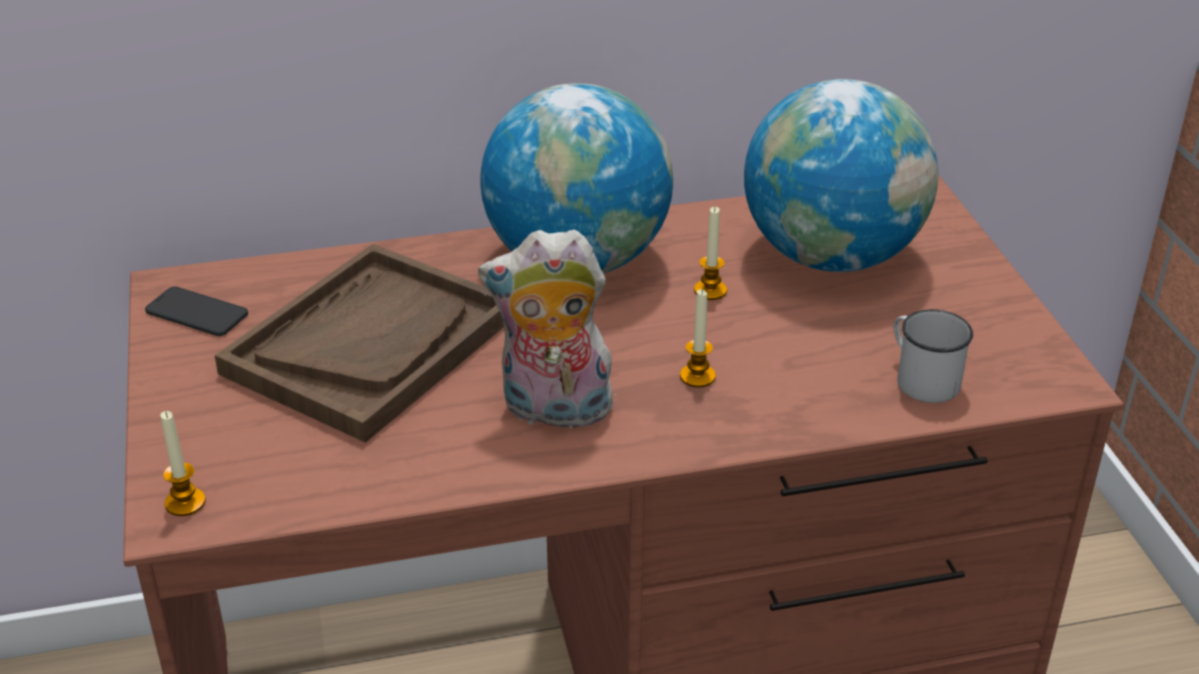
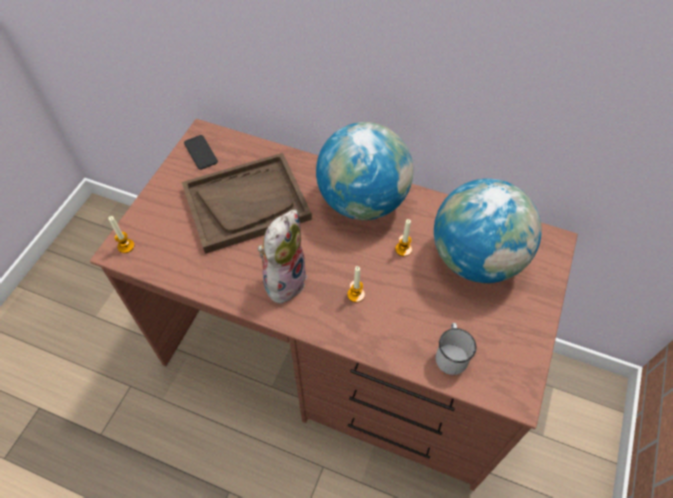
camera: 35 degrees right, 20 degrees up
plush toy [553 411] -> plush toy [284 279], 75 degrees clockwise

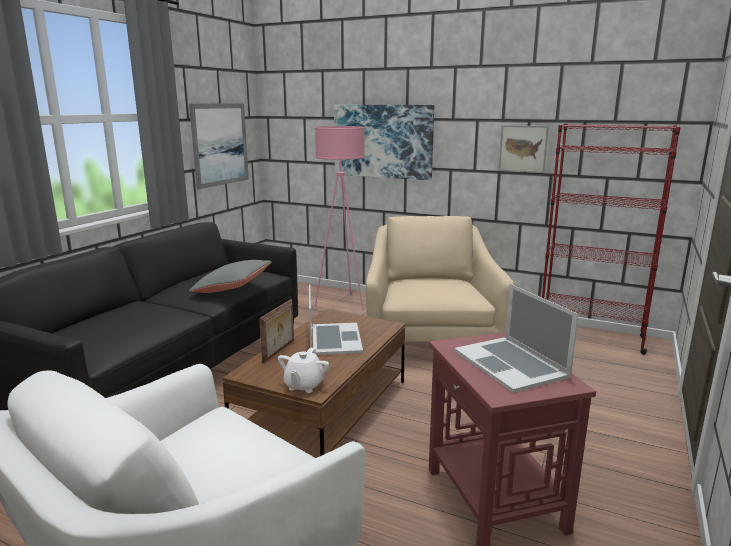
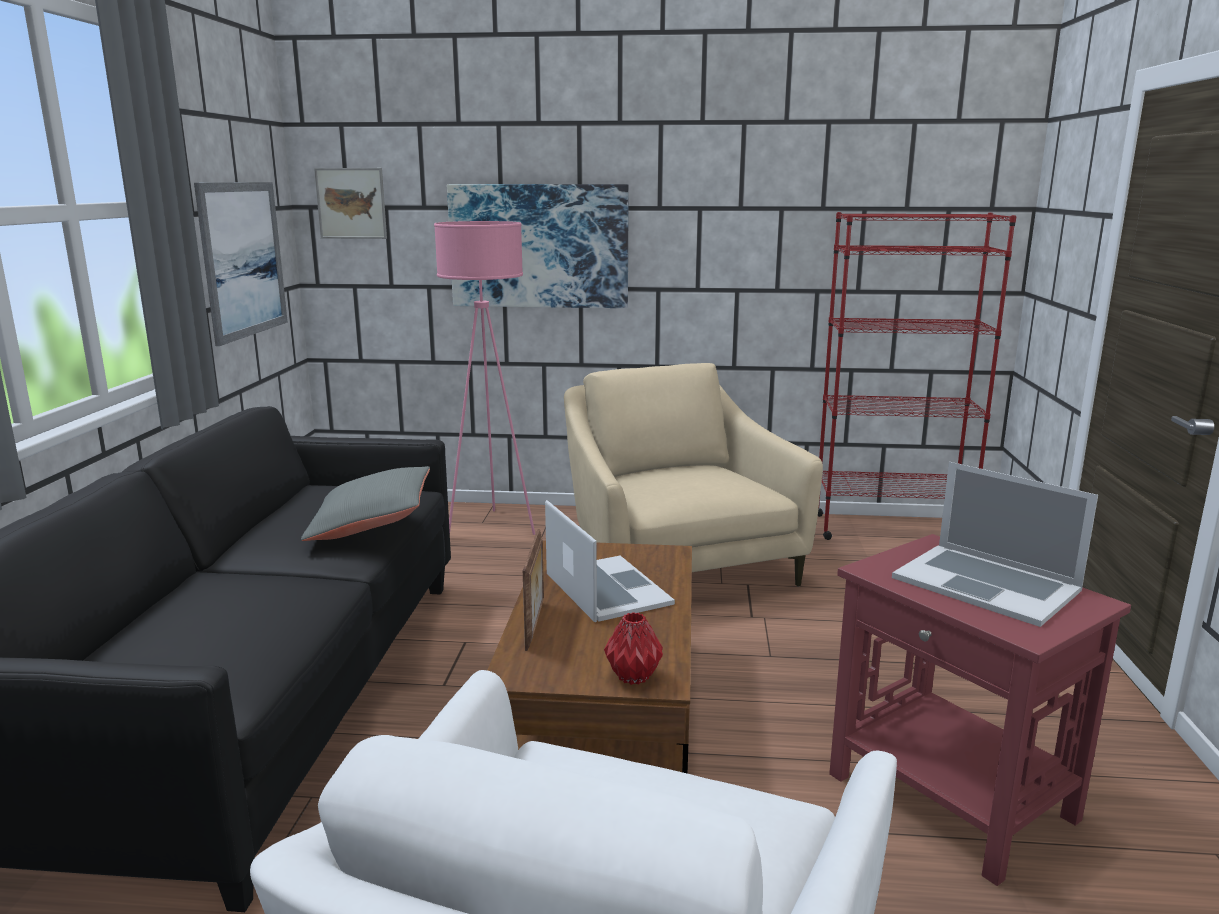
camera: 20 degrees left, 0 degrees up
wall art [523 148] -> wall art [351 203], shifted
white tea pot [303 385] -> reddish flower vase [633 676]

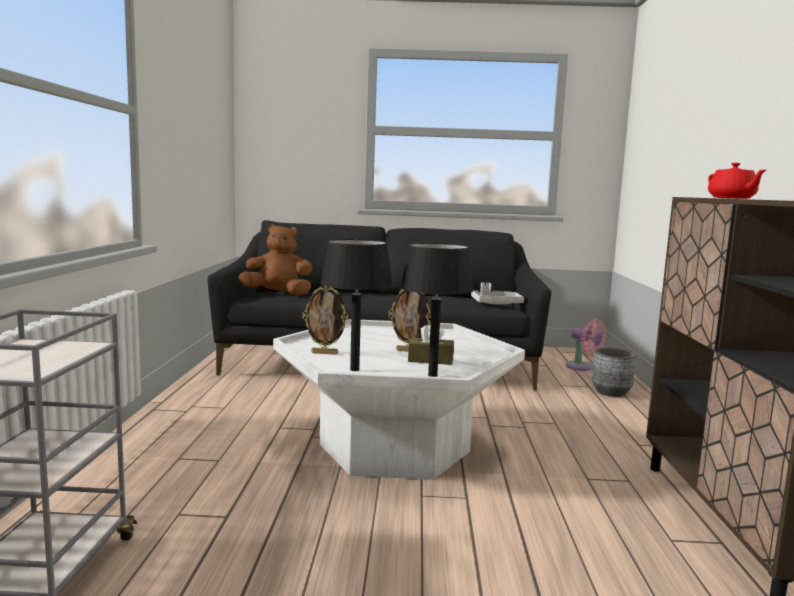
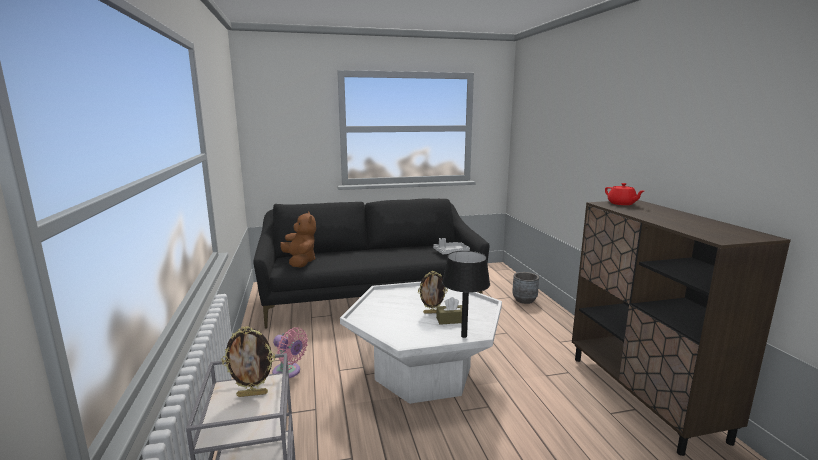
camera: 15 degrees left, 5 degrees up
black-coloured tabletop lamp [355 369] -> none
picture frame [325 353] -> picture frame [252 394], shifted
pink cooling fan [582 367] -> pink cooling fan [288 372], shifted
brownish plush toy [278 294] -> brownish plush toy [300 262], 75 degrees clockwise

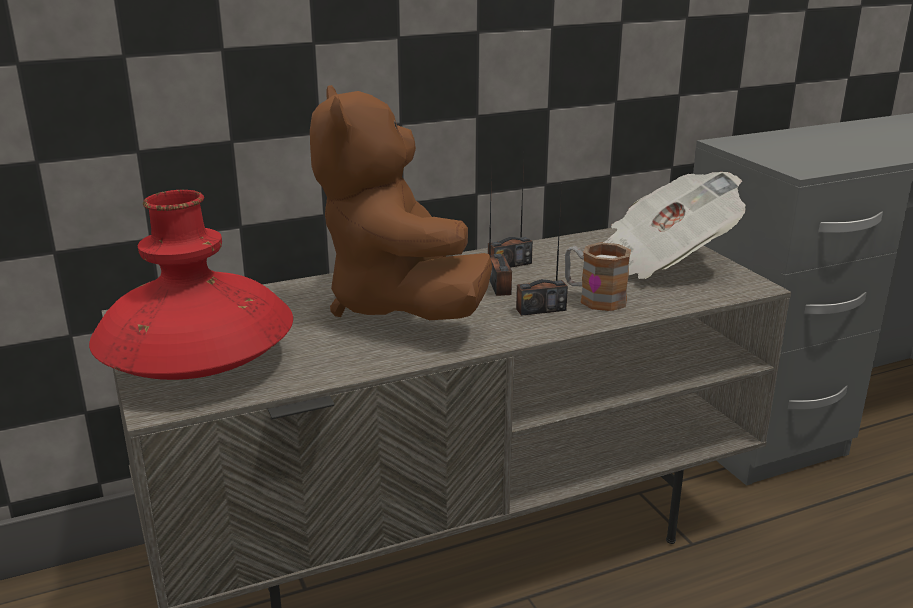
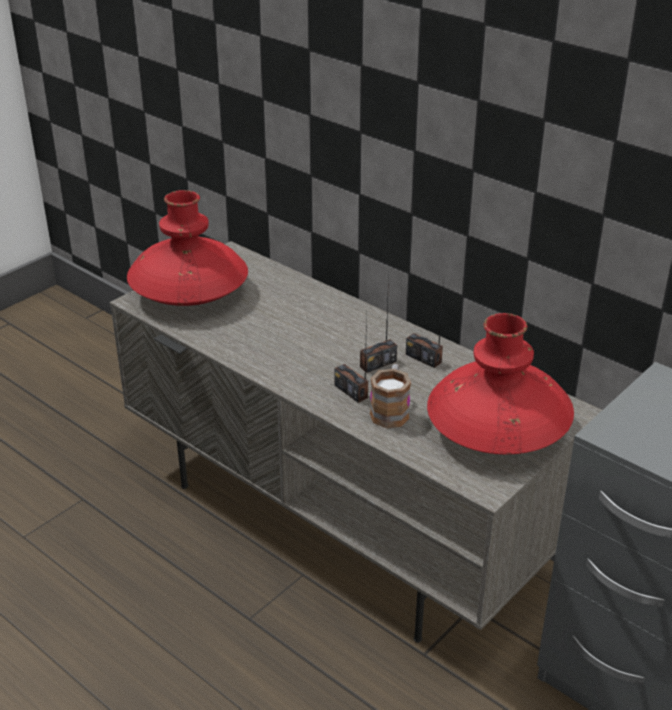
camera: 65 degrees right, 10 degrees up
brownish plush toy [398 305] -> none
printed paper [659 261] -> reddish flower vase [497 429]

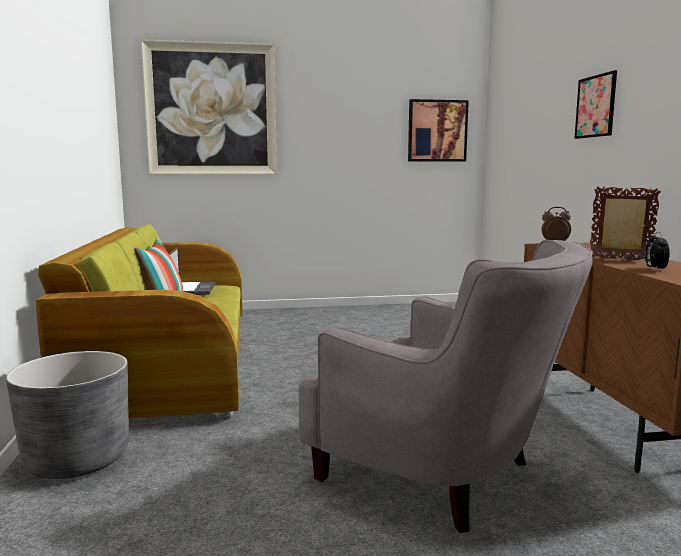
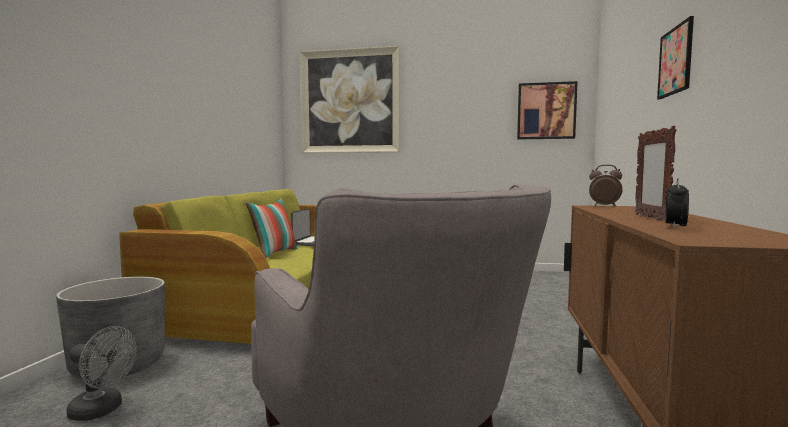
camera: 20 degrees right, 5 degrees down
none -> gray cooling fan [102 410]
picture frame [620 259] -> picture frame [651 218], 135 degrees counterclockwise

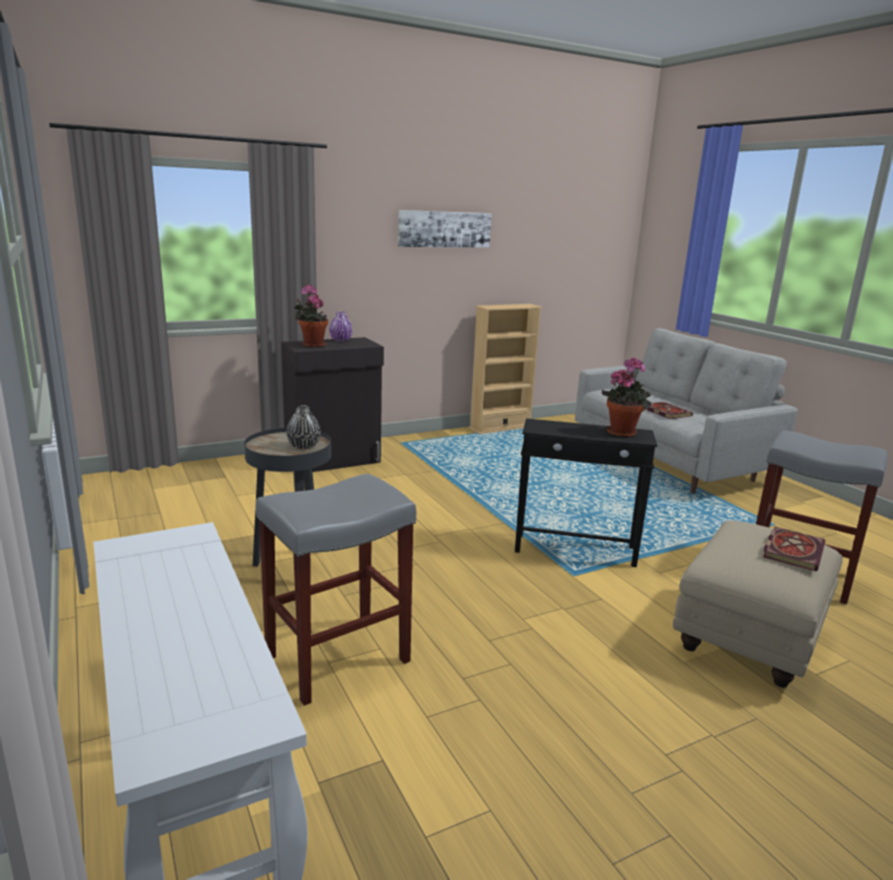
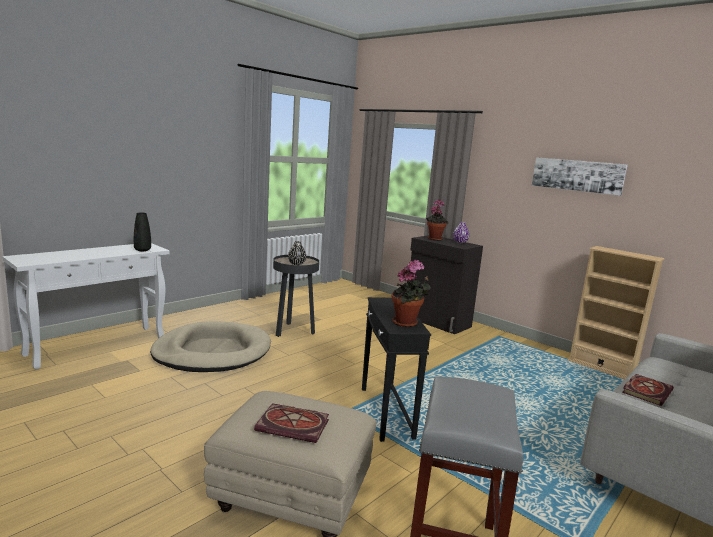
camera: 70 degrees right, 5 degrees down
none -> black-coloured flower vase [142 250]
gray stool [336 660] -> beige pet bed [212 352]

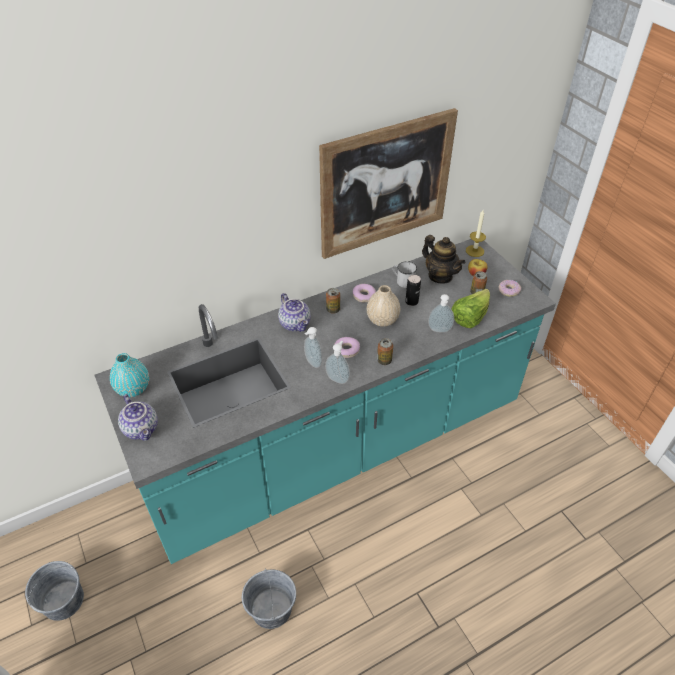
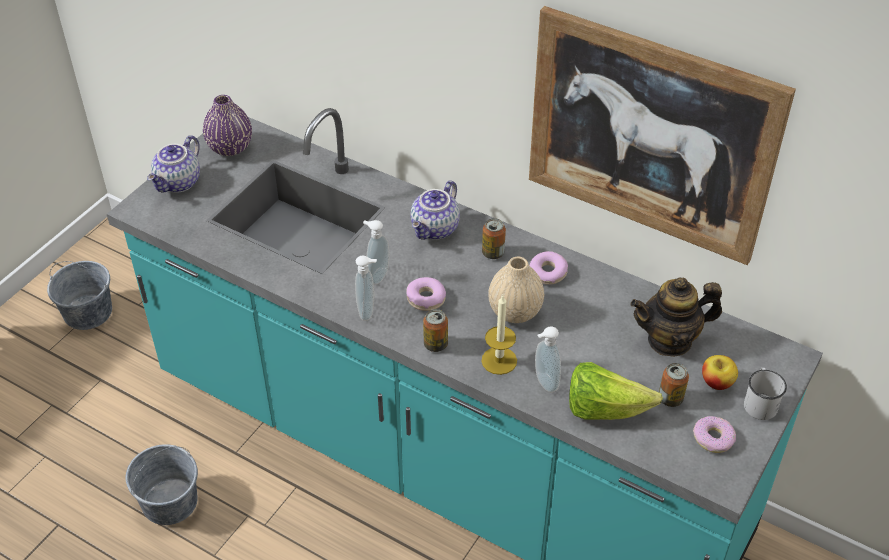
camera: 60 degrees right, 0 degrees up
can [411 301] -> none
white mug [403 281] -> white mug [760 402], shifted
wax light [475 251] -> wax light [499 360], shifted
blue-green flower vase [133 388] -> purplish flower vase [230 147]
tea pot [440 276] -> tea pot [670 340], 60 degrees clockwise

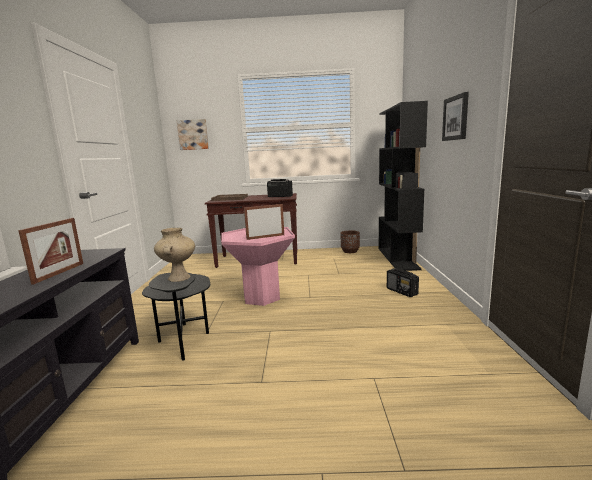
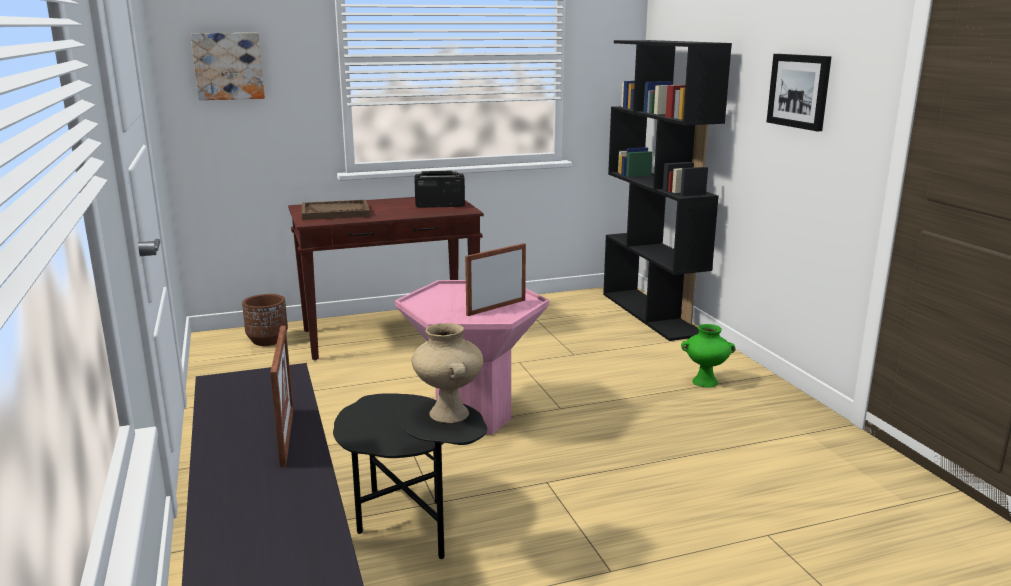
camera: 20 degrees left, 5 degrees up
brownish plant pot [350 251] -> brownish plant pot [267 340], shifted
radio receiver [402 291] -> green flower vase [705 382]

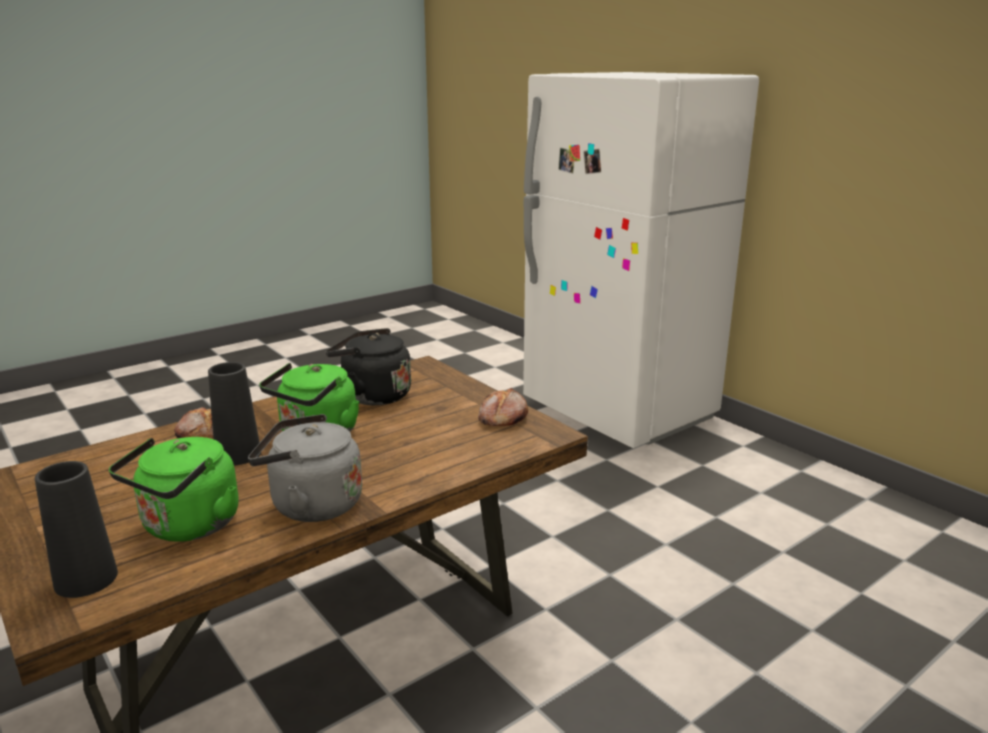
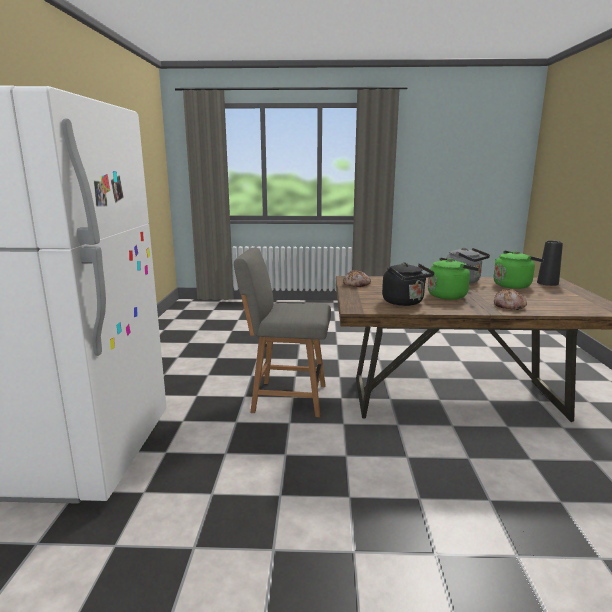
camera: 140 degrees left, 5 degrees down
black-coloured flower vase [238 454] -> none
none -> gray plain chair [286 398]

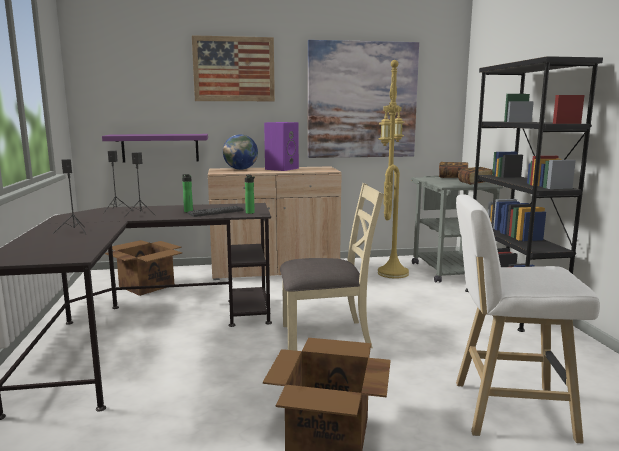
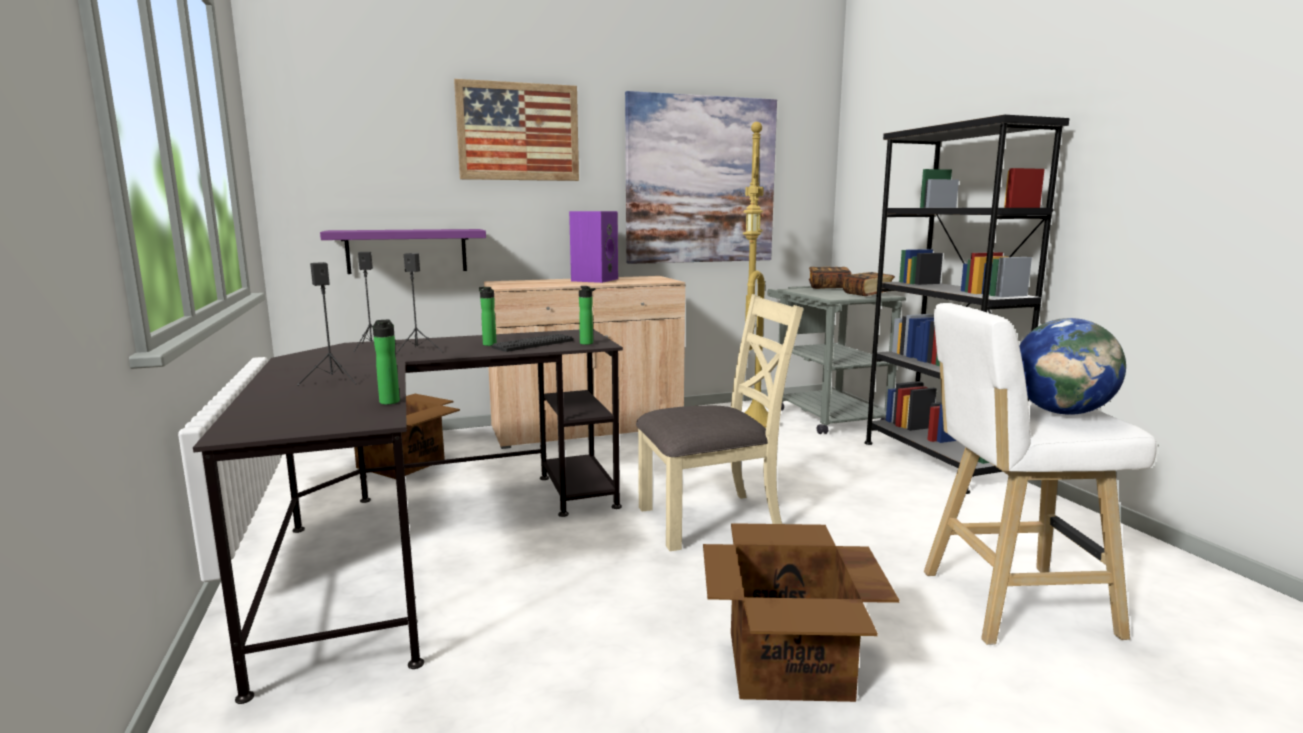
camera: 10 degrees left, 0 degrees up
none -> drink bottle [389 401]
desk globe [241 169] -> desk globe [1062 412], shifted

